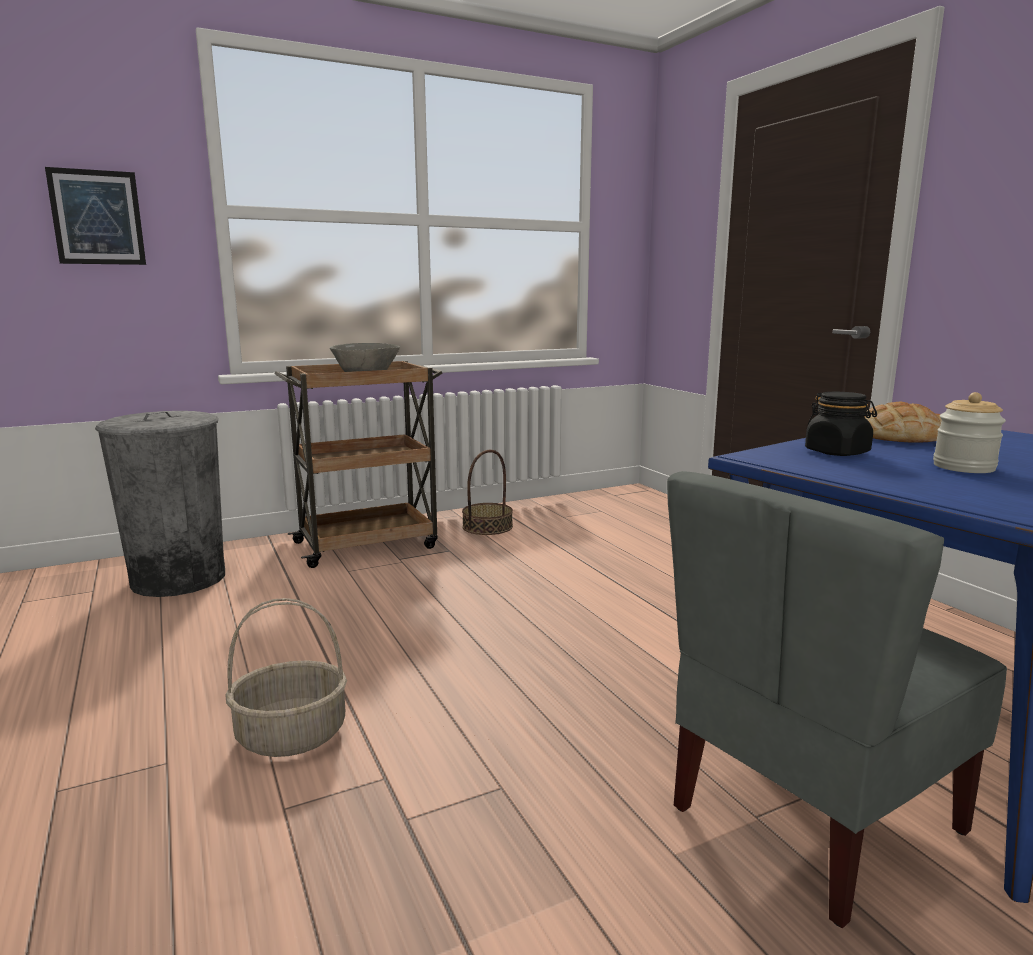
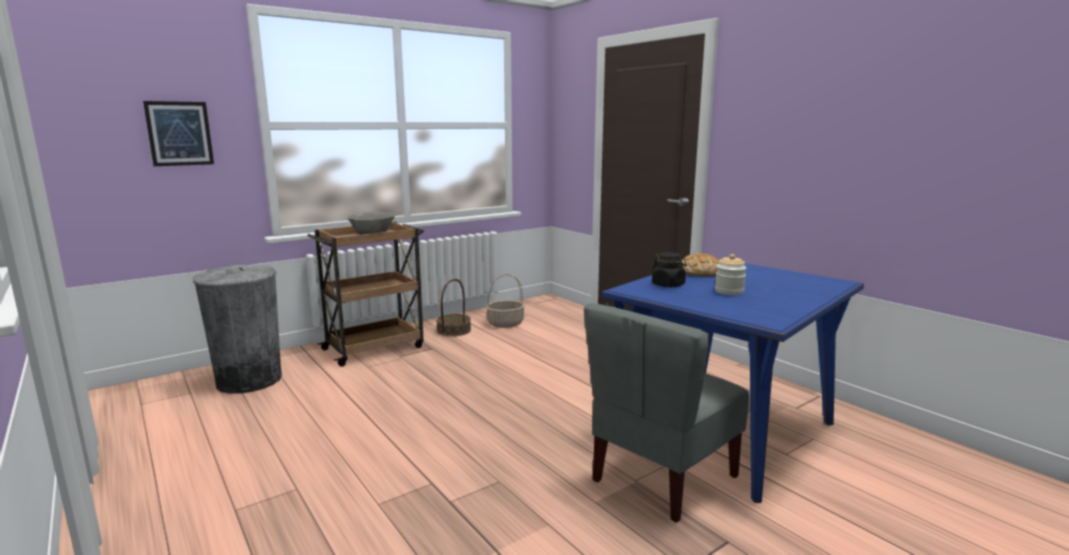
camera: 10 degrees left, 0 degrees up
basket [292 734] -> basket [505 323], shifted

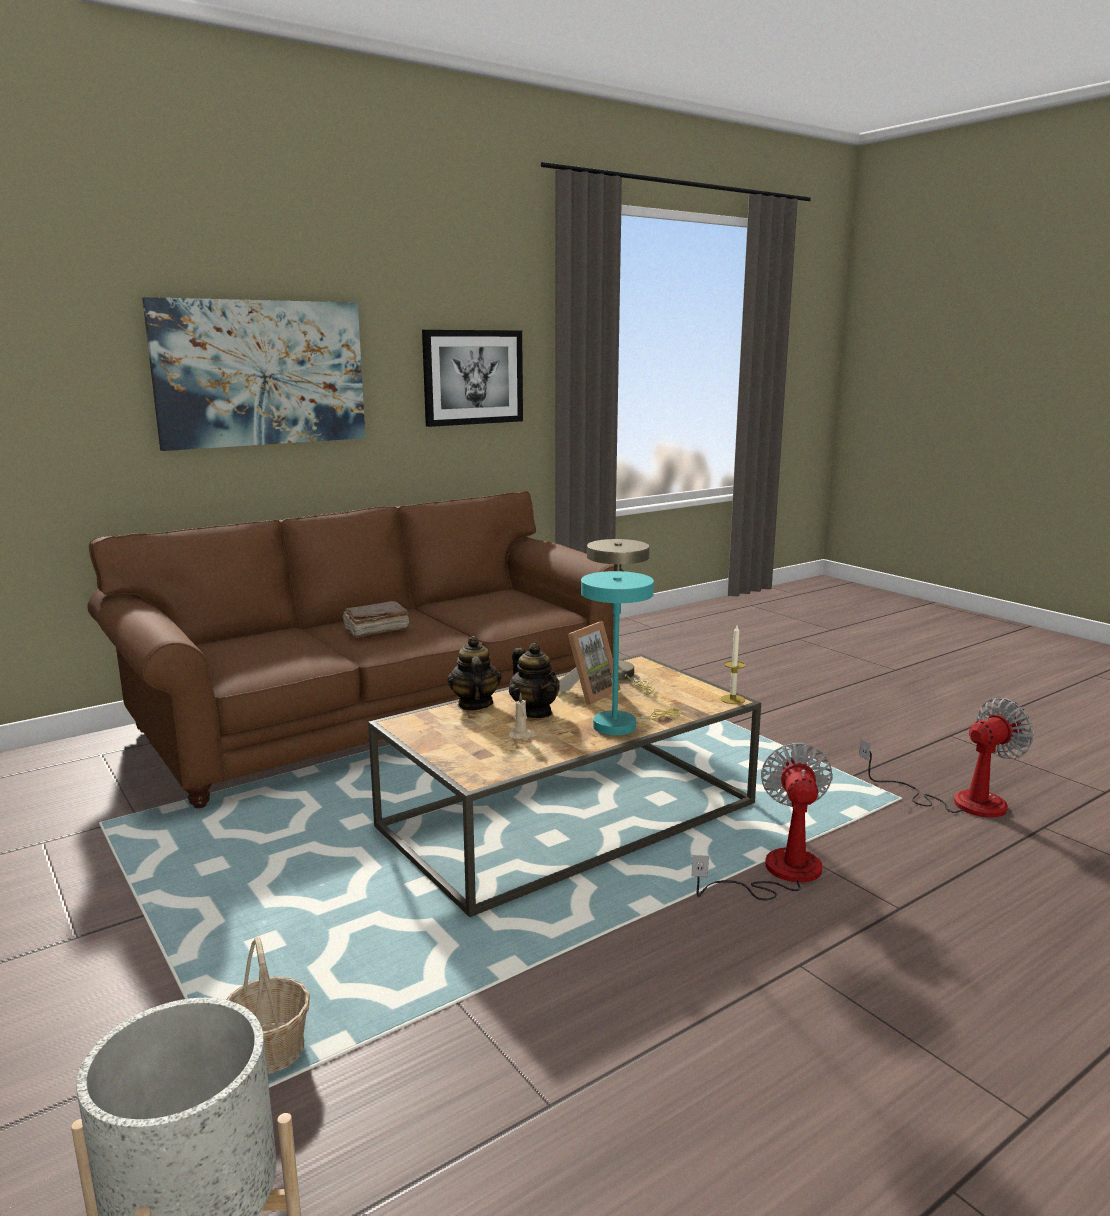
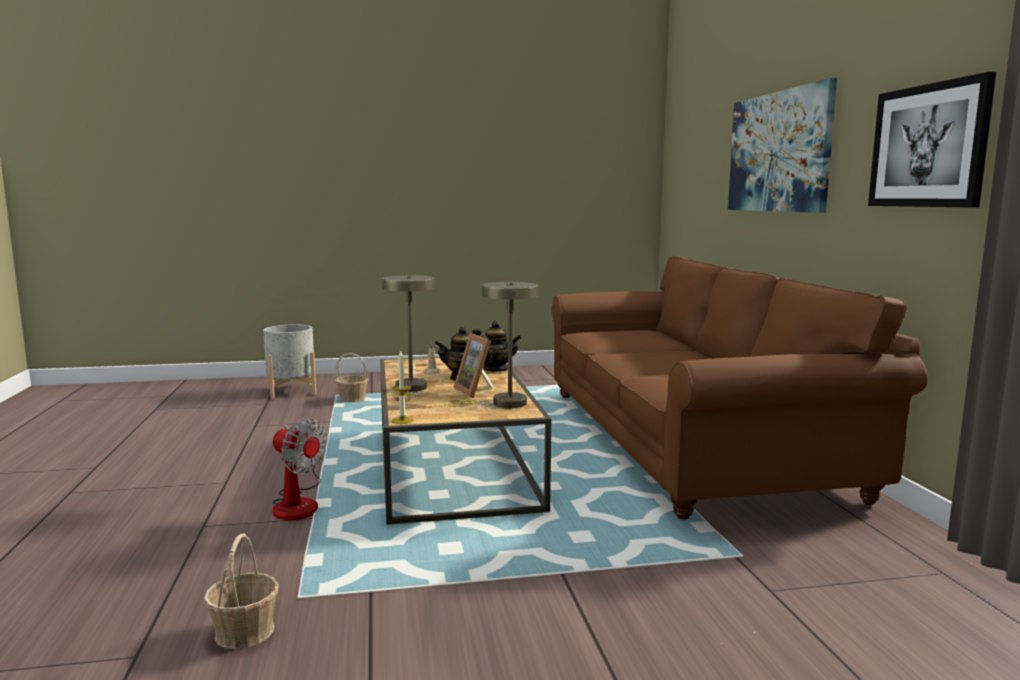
camera: 115 degrees right, 5 degrees down
brownish bound book [375 630] -> none
cooling fan [959 801] -> basket [245 631]
blue-green tabletop lamp [621 725] -> beige tabletop lamp [410 389]

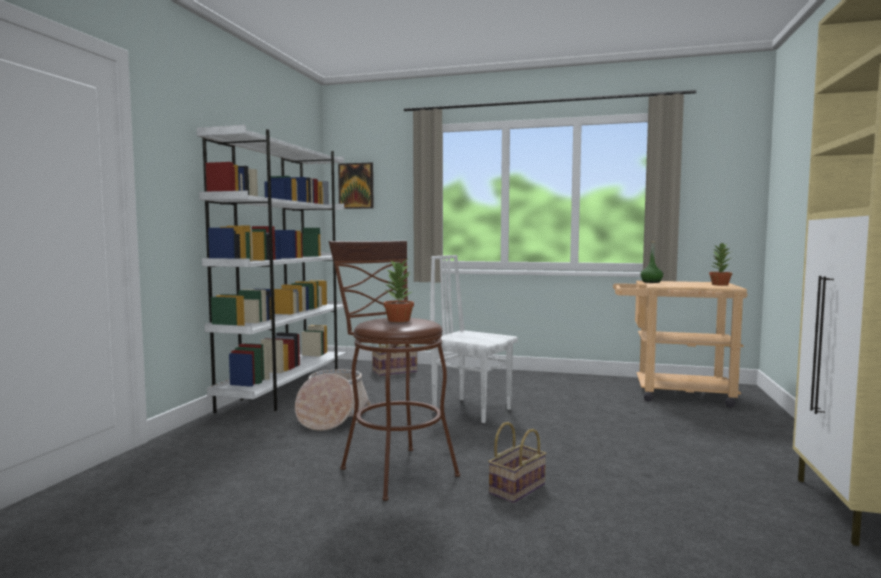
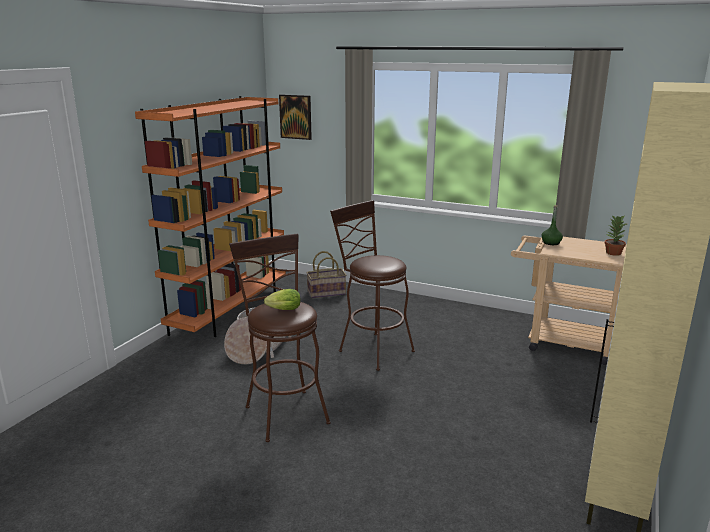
camera: 10 degrees right, 15 degrees up
basket [517 488] -> none
houseplant [399 320] -> lettuce head [282 310]
white plain chair [472 409] -> brownish stool [372 349]
white shelving unit [287 390] -> orangey shelving unit [230 311]

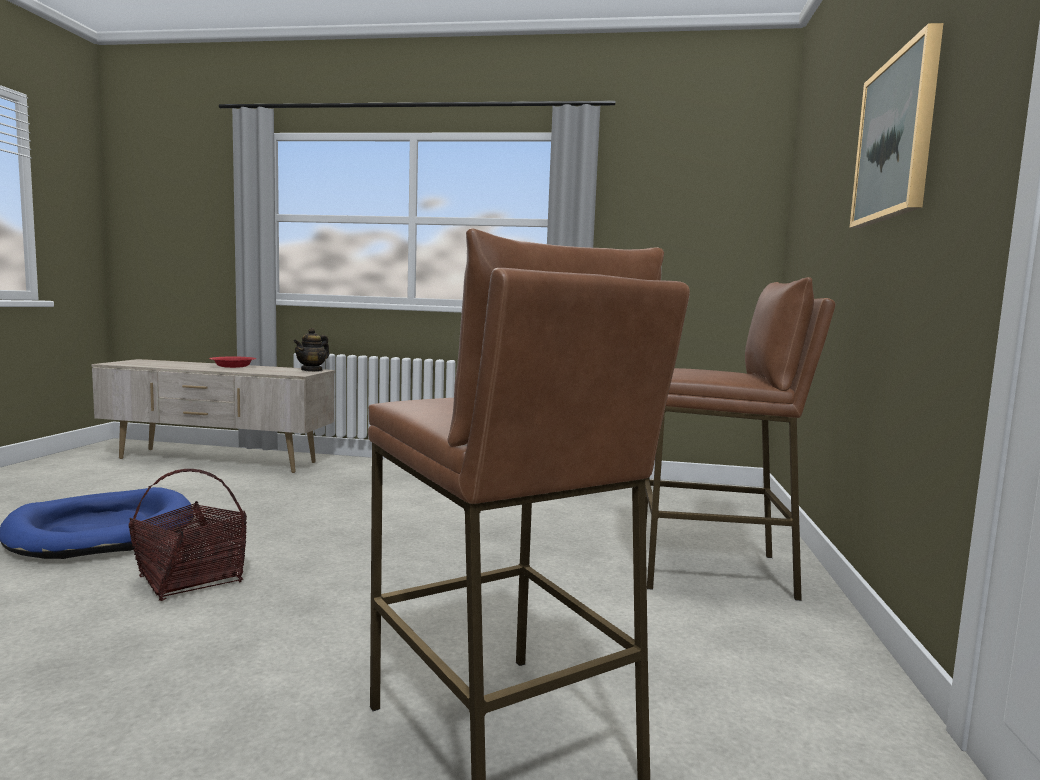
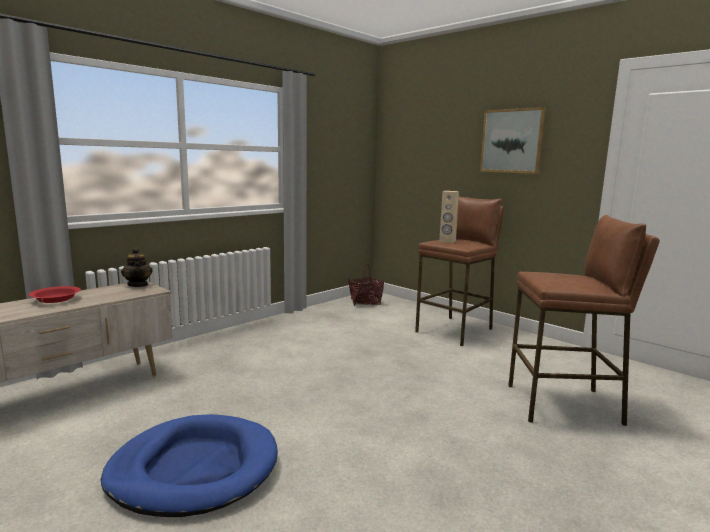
camera: 55 degrees left, 5 degrees up
none -> beige speaker [447 241]
basket [191 580] -> basket [365 302], shifted

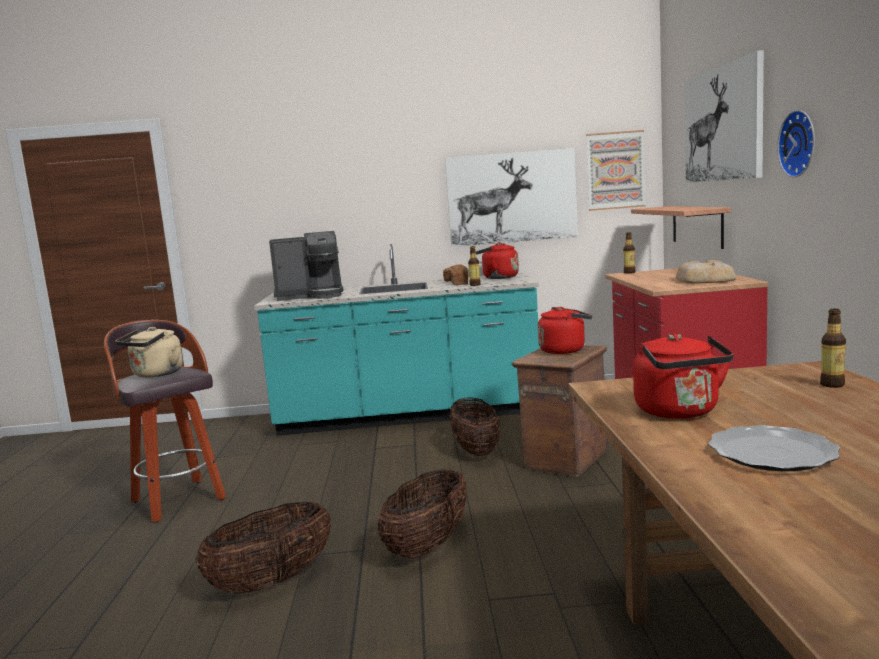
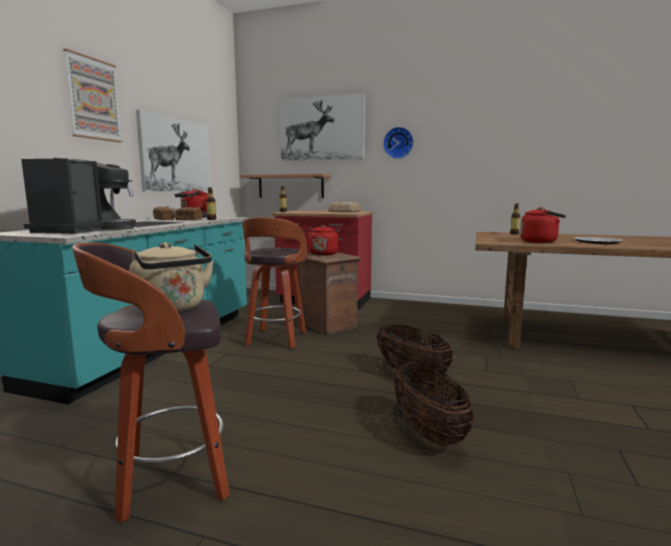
camera: 70 degrees left, 0 degrees up
wall art [615 170] -> wall art [93 99], shifted
basket [476 451] -> stool [276 340]

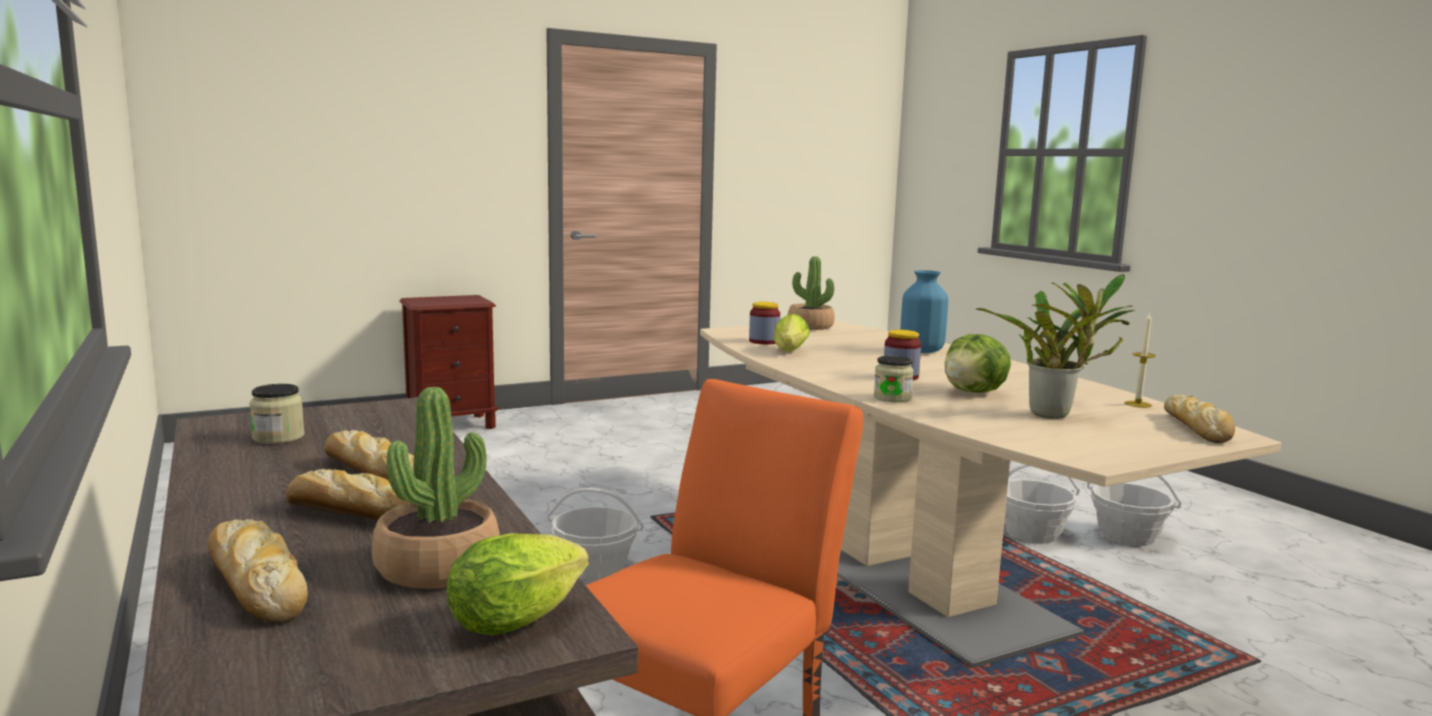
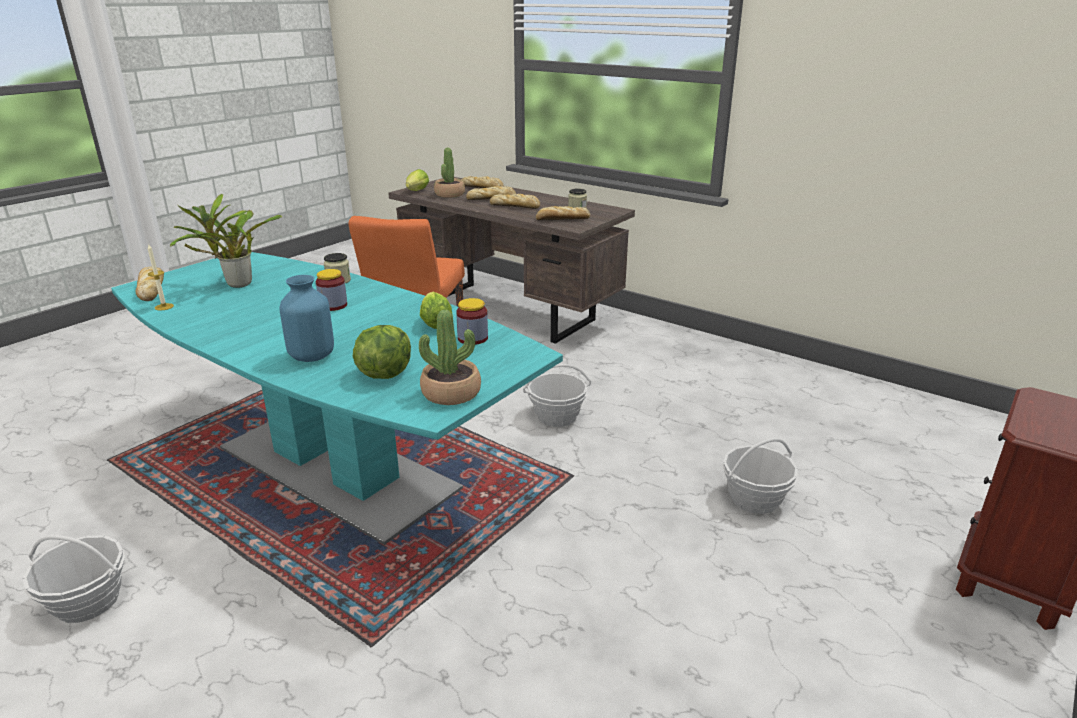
camera: 155 degrees right, 15 degrees up
none -> bread [561 219]
lettuce head [974 392] -> lettuce head [385 373], shifted
basket [1032 533] -> basket [754 499], shifted
beige kitchen table [909 579] -> blue-green kitchen table [336 468]

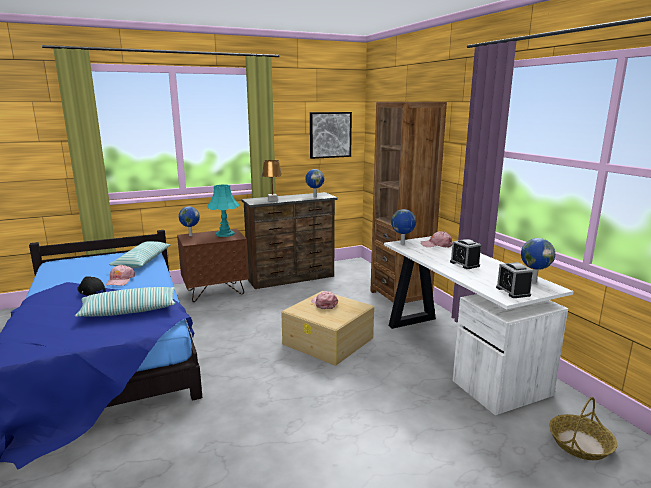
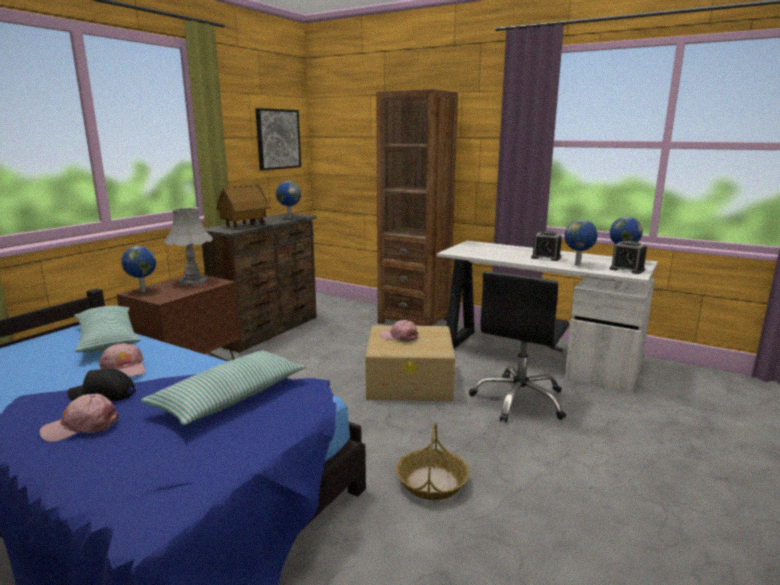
camera: 35 degrees left, 0 degrees up
none -> black-coloured office chair [519 400]
desk globe [402 244] -> desk globe [578 265], shifted
pink peaked cap [436 245] -> pink peaked cap [81 426], shifted
basket [580 443] -> basket [432 482], shifted
brownish tabletop lamp [272 199] -> model house [244 225]
blue-green tabletop lamp [225 234] -> gray tabletop lamp [193 281]

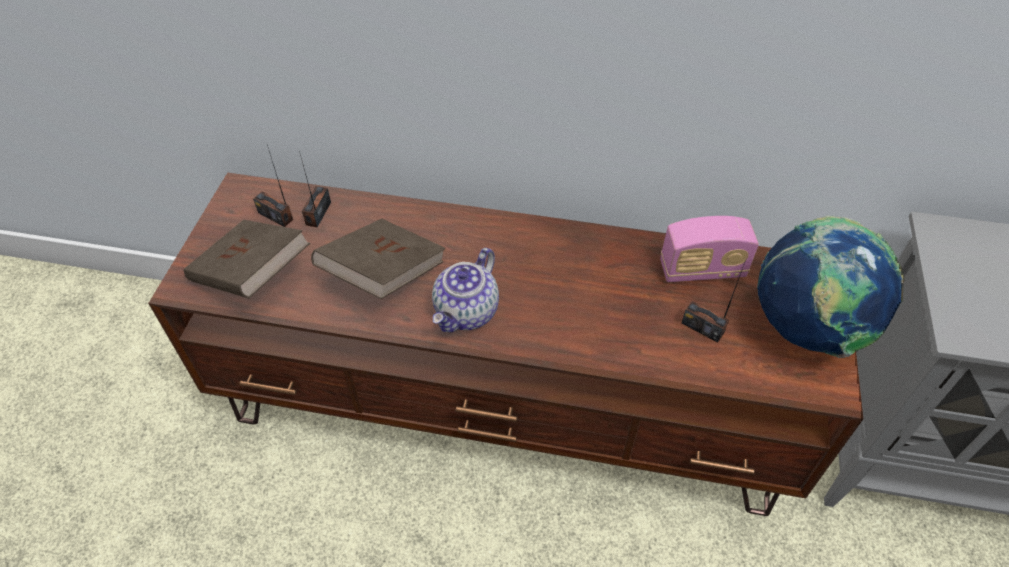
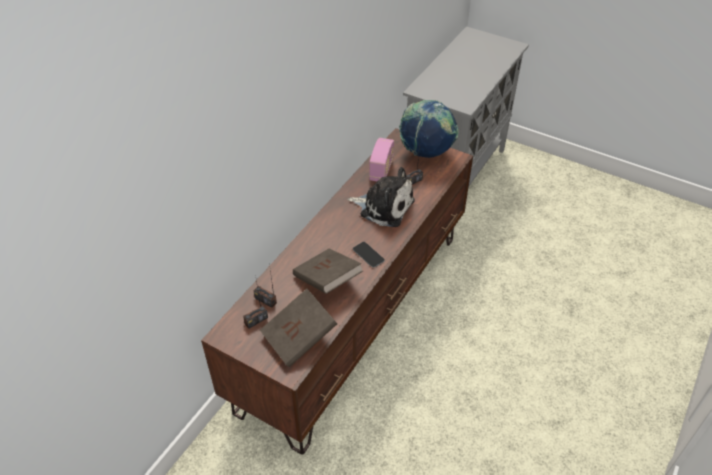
camera: 70 degrees left, 5 degrees down
none -> plush toy [384 206]
tea pot [467 312] -> handset [368 255]

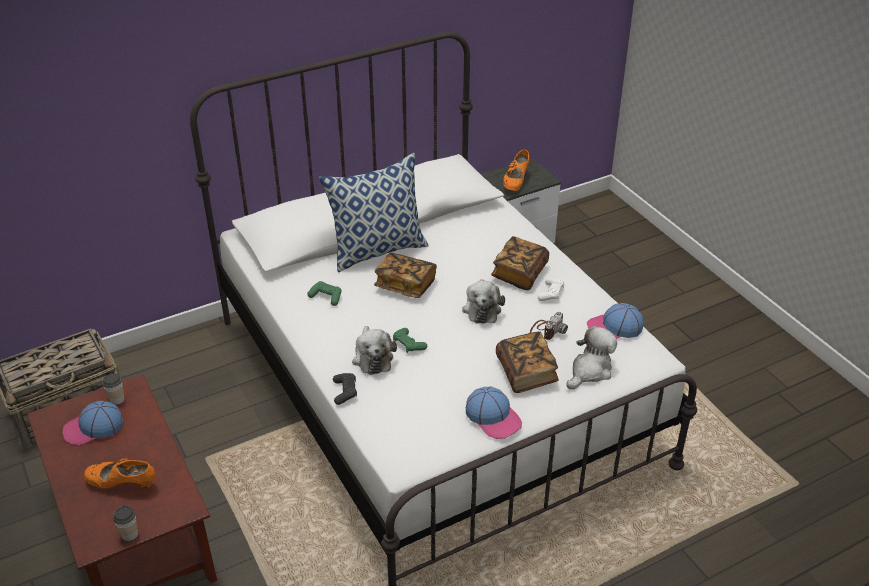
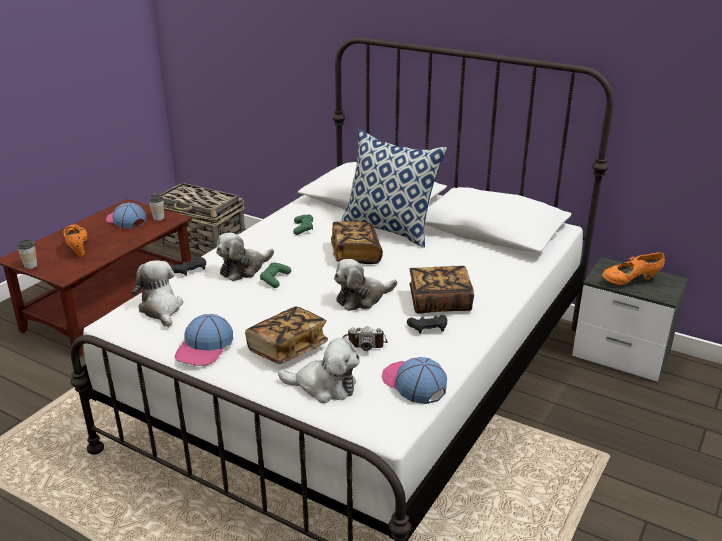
camera: 60 degrees right, 10 degrees down
none -> plush toy [161 309]
white gamepad [551 293] -> black-coloured gamepad [428 328]

